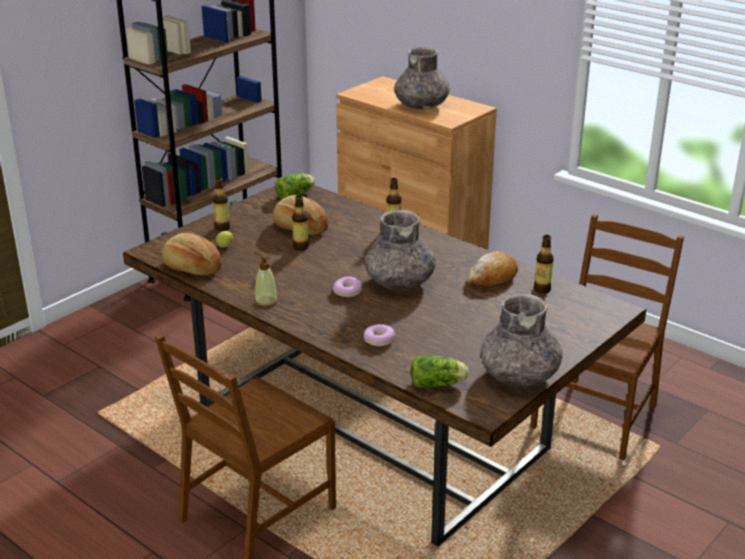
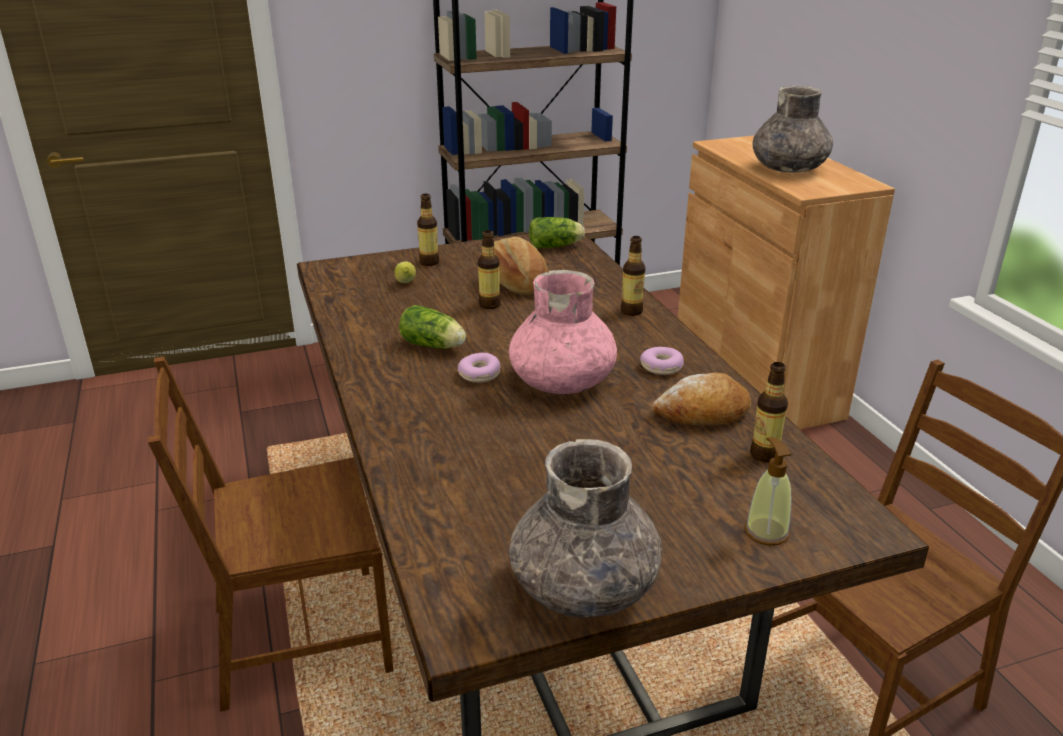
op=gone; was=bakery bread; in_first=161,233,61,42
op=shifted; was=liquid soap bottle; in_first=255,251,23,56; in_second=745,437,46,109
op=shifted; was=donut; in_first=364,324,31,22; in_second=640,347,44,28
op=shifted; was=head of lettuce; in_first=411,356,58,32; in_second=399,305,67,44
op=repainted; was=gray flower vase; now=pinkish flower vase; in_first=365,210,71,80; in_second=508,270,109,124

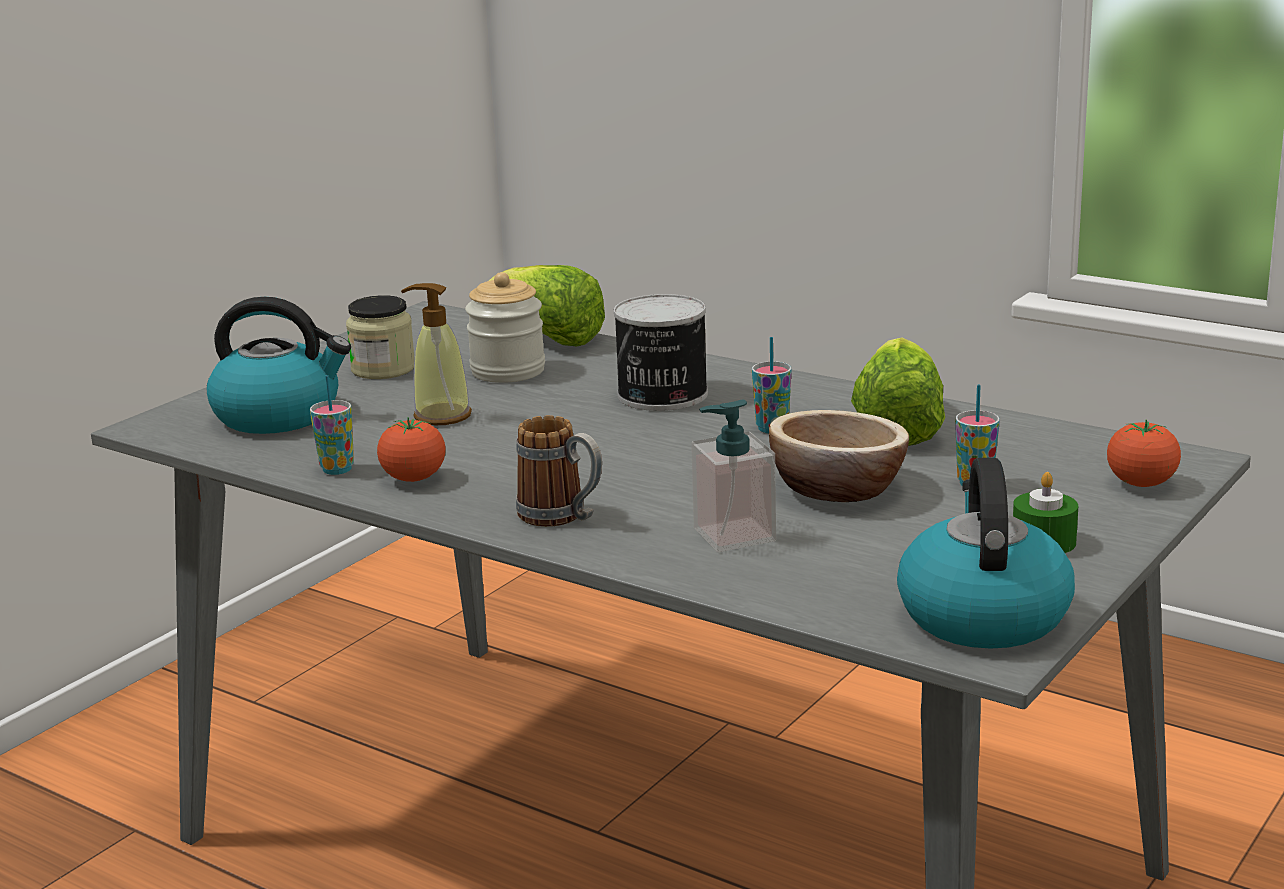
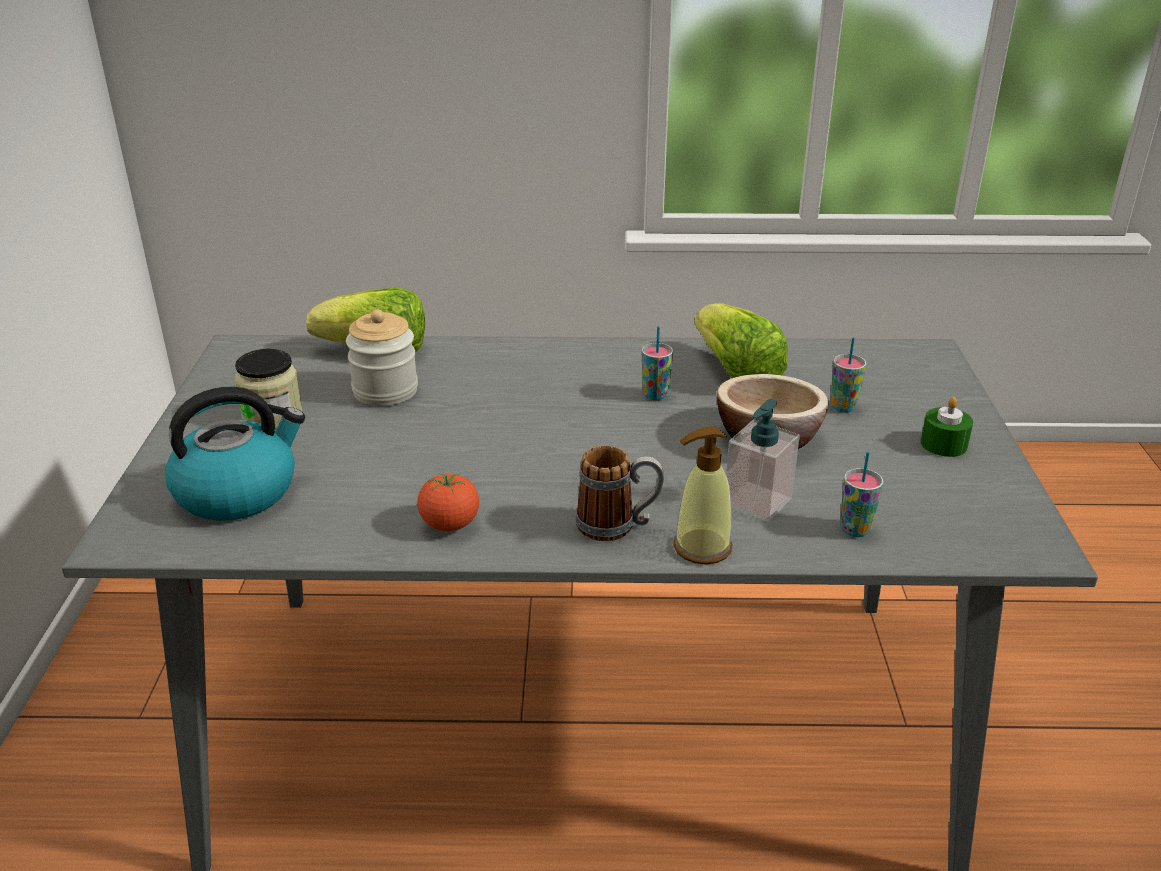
op=gone; was=can; in_first=614,294,94,117
op=gone; was=water kettle; in_first=897,458,178,191
op=gone; was=tomato; in_first=1107,420,74,67
op=shifted; was=small cup; in_first=310,375,44,100; in_second=840,452,43,85
op=shifted; was=liquid soap bottle; in_first=401,283,71,142; in_second=673,426,60,138

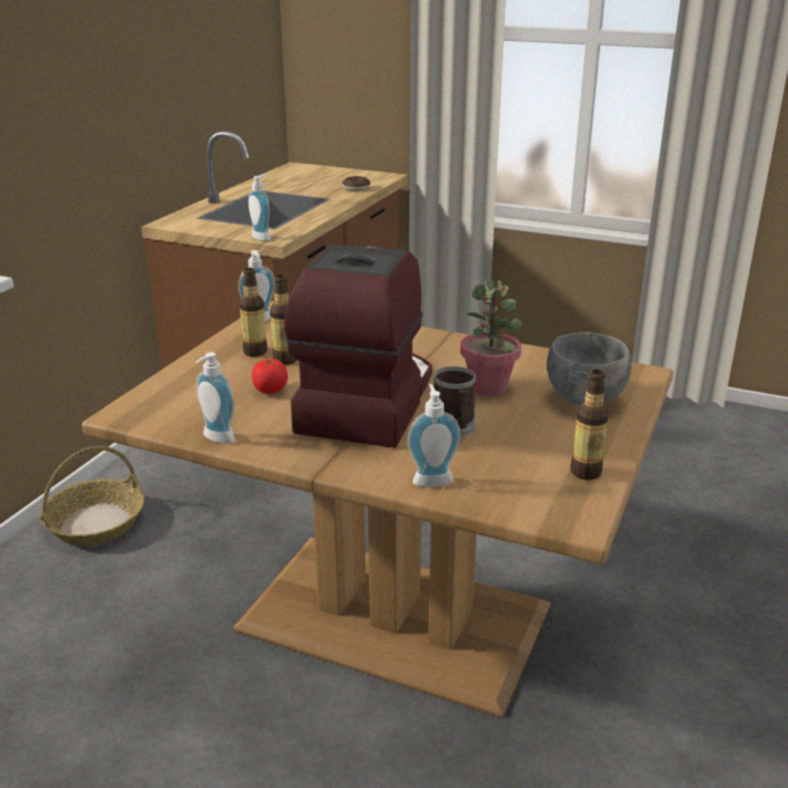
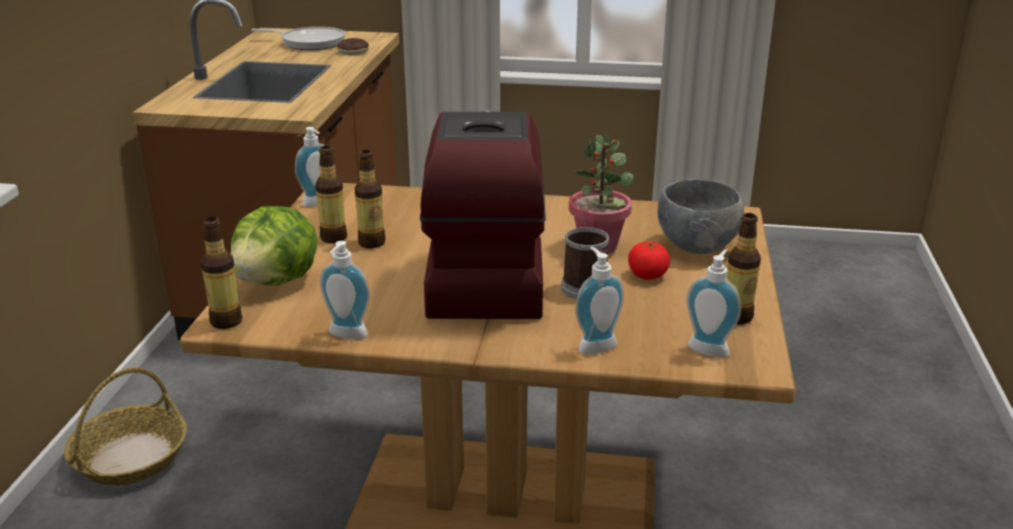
op=new; now=beverage bottle; in_second=201,217,41,112
op=new; now=head of lettuce; in_second=231,206,87,79
op=new; now=skillet; in_second=251,27,95,23
op=shifted; was=liquid soap bottle; in_first=248,175,22,66; in_second=686,249,55,109
op=shifted; was=tomato; in_first=252,359,36,35; in_second=628,241,42,39

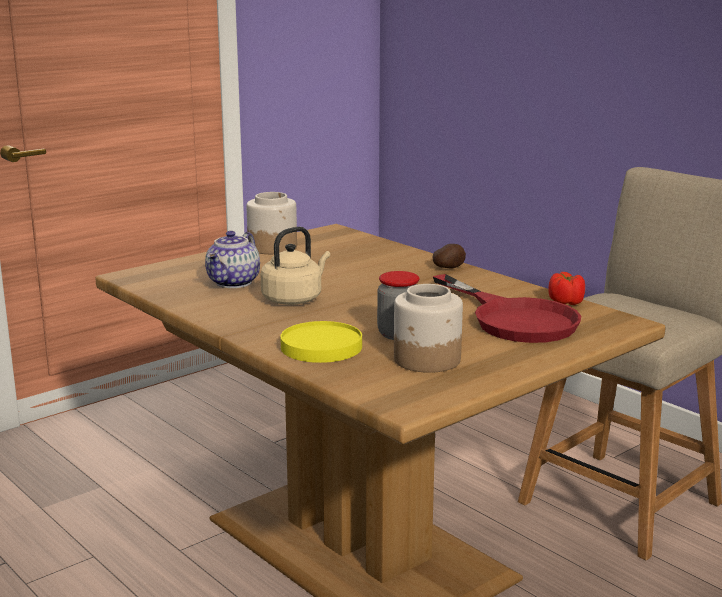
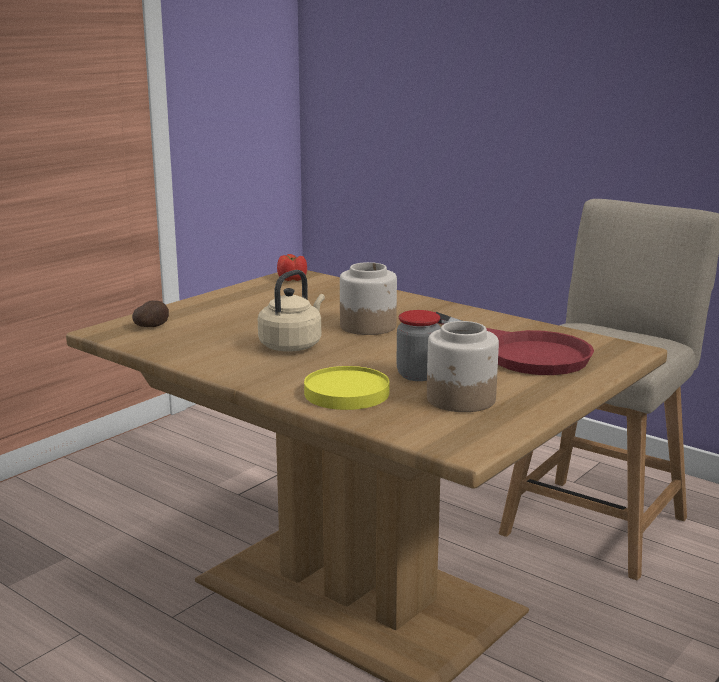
op=gone; was=teapot; in_first=205,231,55,57
op=shifted; was=storage jar; in_first=246,192,51,62; in_second=340,262,57,73
op=shifted; was=potato; in_first=433,244,33,25; in_second=132,300,37,27
op=shifted; was=tomato; in_first=549,272,36,33; in_second=277,254,30,27

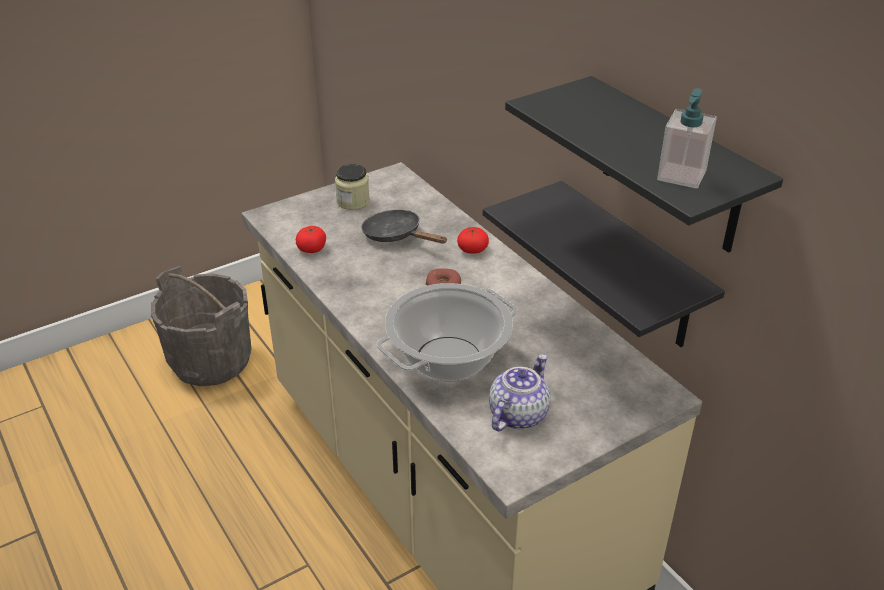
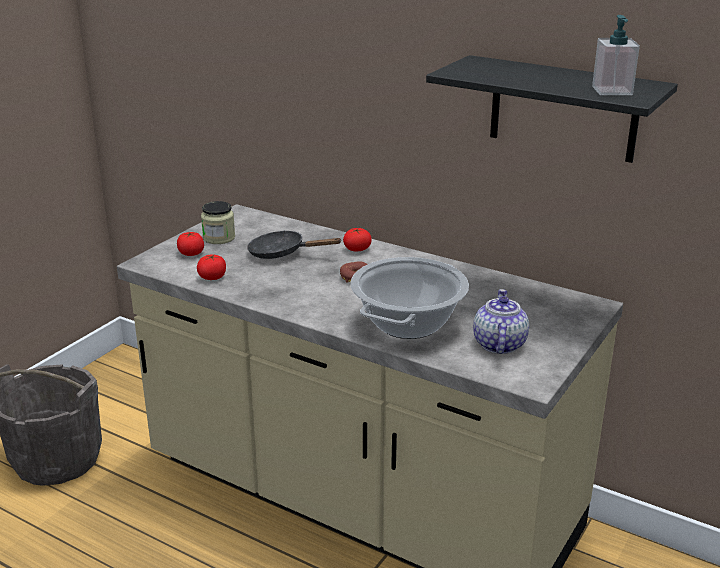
op=gone; was=black bracket shelf; in_first=483,181,242,166
op=new; now=tomato; in_second=177,231,27,25

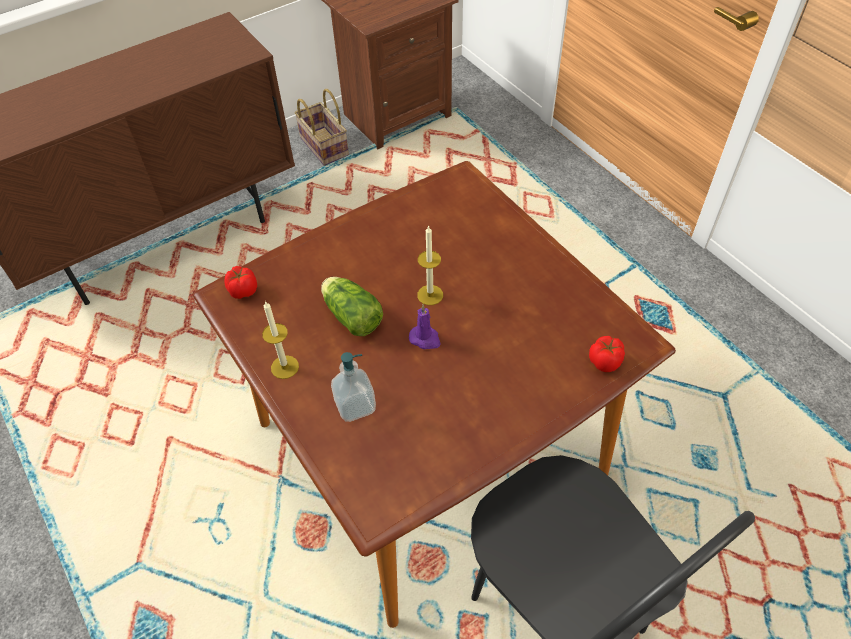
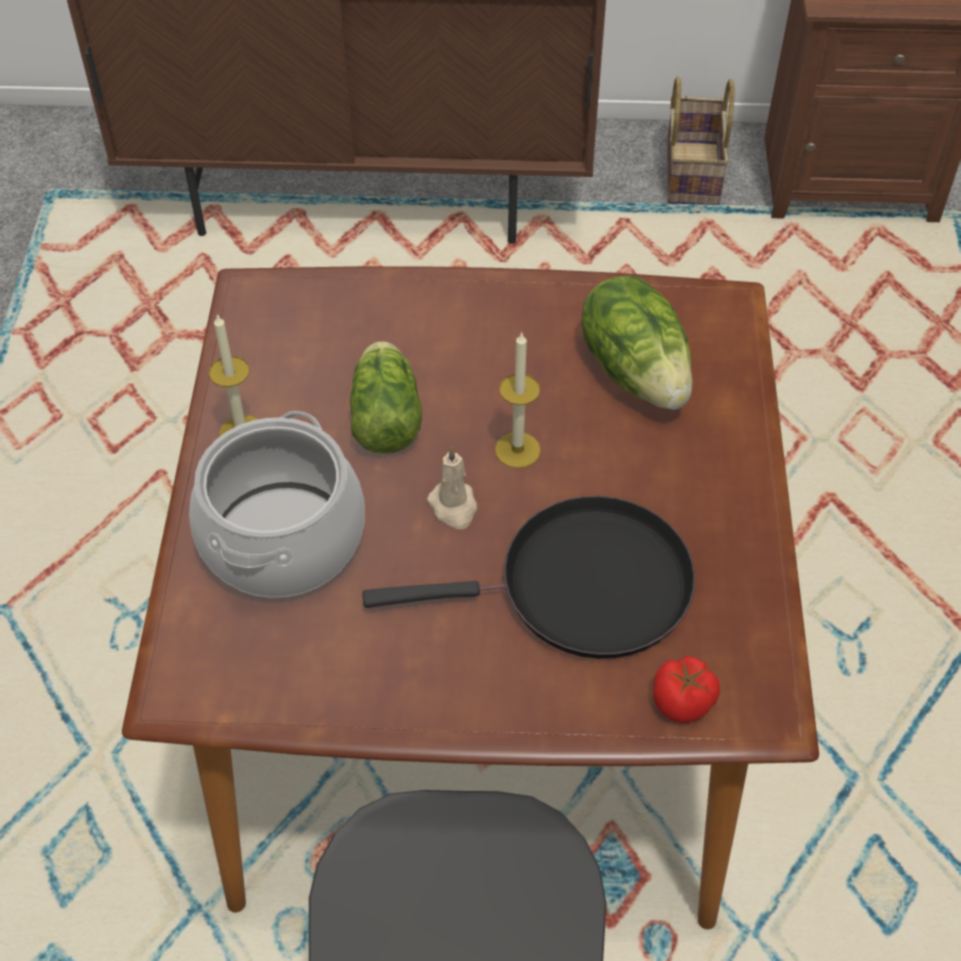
op=gone; was=tomato; in_first=225,266,32,33
op=new; now=black skillet; in_second=362,496,334,163
op=new; now=head of lettuce; in_second=582,276,111,134
op=swapped; was=liquid soap bottle; now=cooking pot; in_first=331,352,45,70; in_second=189,411,176,187
op=repainted; was=purplish wax candle; now=sand-coloured wax candle; in_first=409,304,32,45; in_second=427,446,50,83

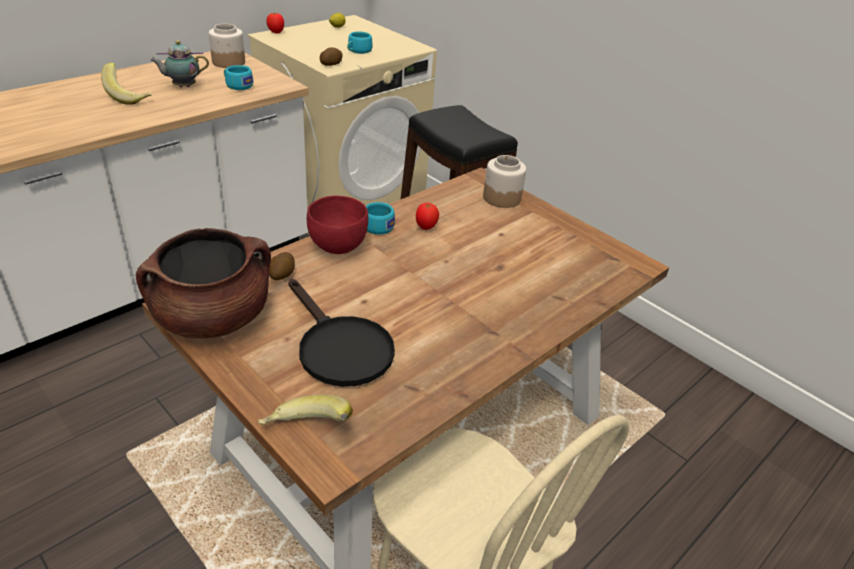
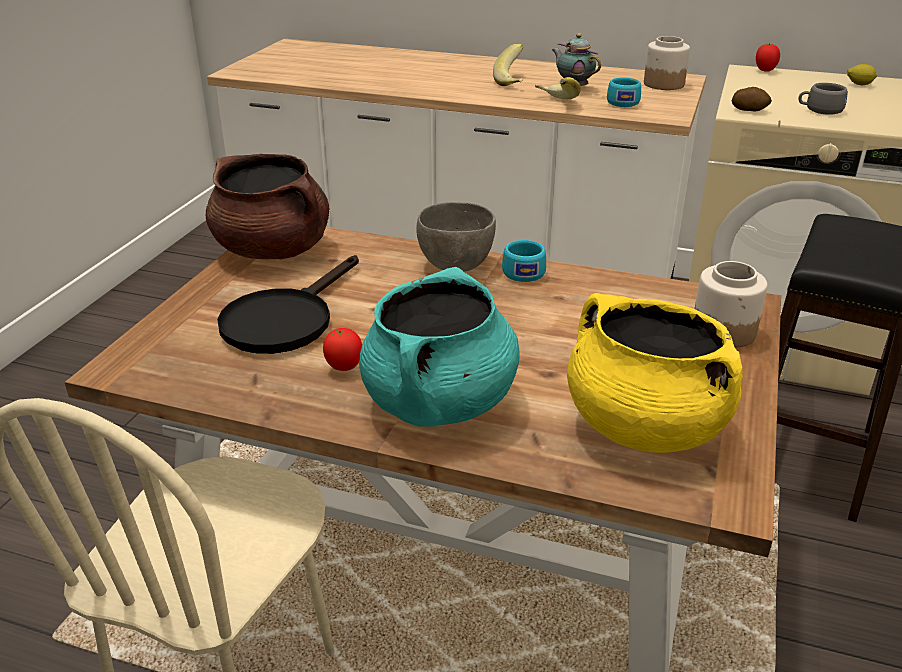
op=gone; was=potato; in_first=269,252,26,28
op=new; now=turquoise-coloured cooking pot; in_second=359,267,161,160
op=new; now=yellowish cooking pot; in_second=567,293,176,160
op=shifted; was=banana fruit; in_first=258,395,95,30; in_second=535,77,46,22
op=shifted; was=tomato; in_first=416,203,23,27; in_second=323,328,39,43
op=repainted; was=red bowl; now=gray bowl; in_first=307,196,61,58; in_second=416,202,80,70
op=repainted; was=turquoise-coloured small cup; now=gray small cup; in_first=347,32,25,22; in_second=798,83,50,32

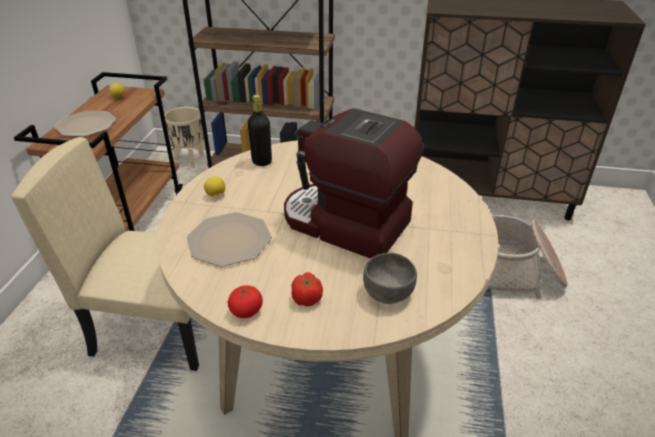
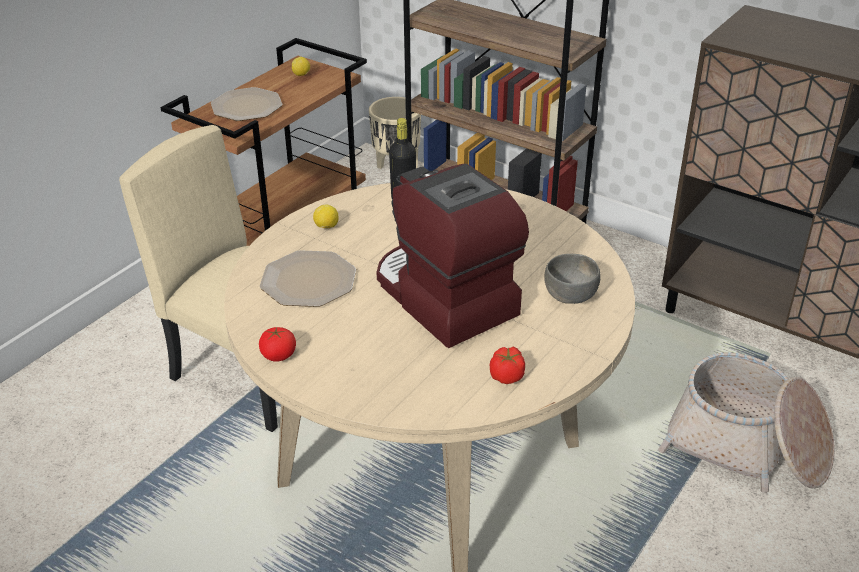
op=shifted; was=tomato; in_first=291,272,32,34; in_second=490,347,35,37
op=shifted; was=gray bowl; in_first=363,253,54,51; in_second=544,254,57,50

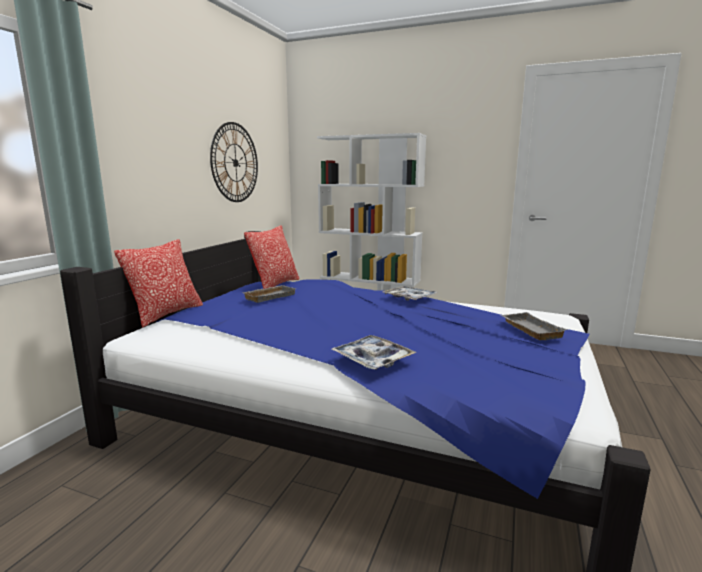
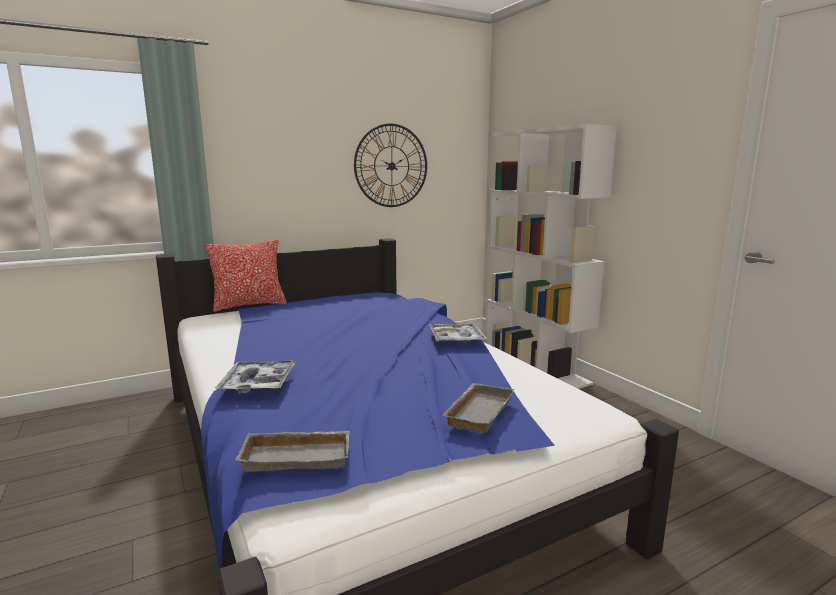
op=gone; was=throw pillow; in_first=244,225,56,64
op=shifted; was=gray serving tray; in_first=241,285,55,18; in_second=235,431,115,41

